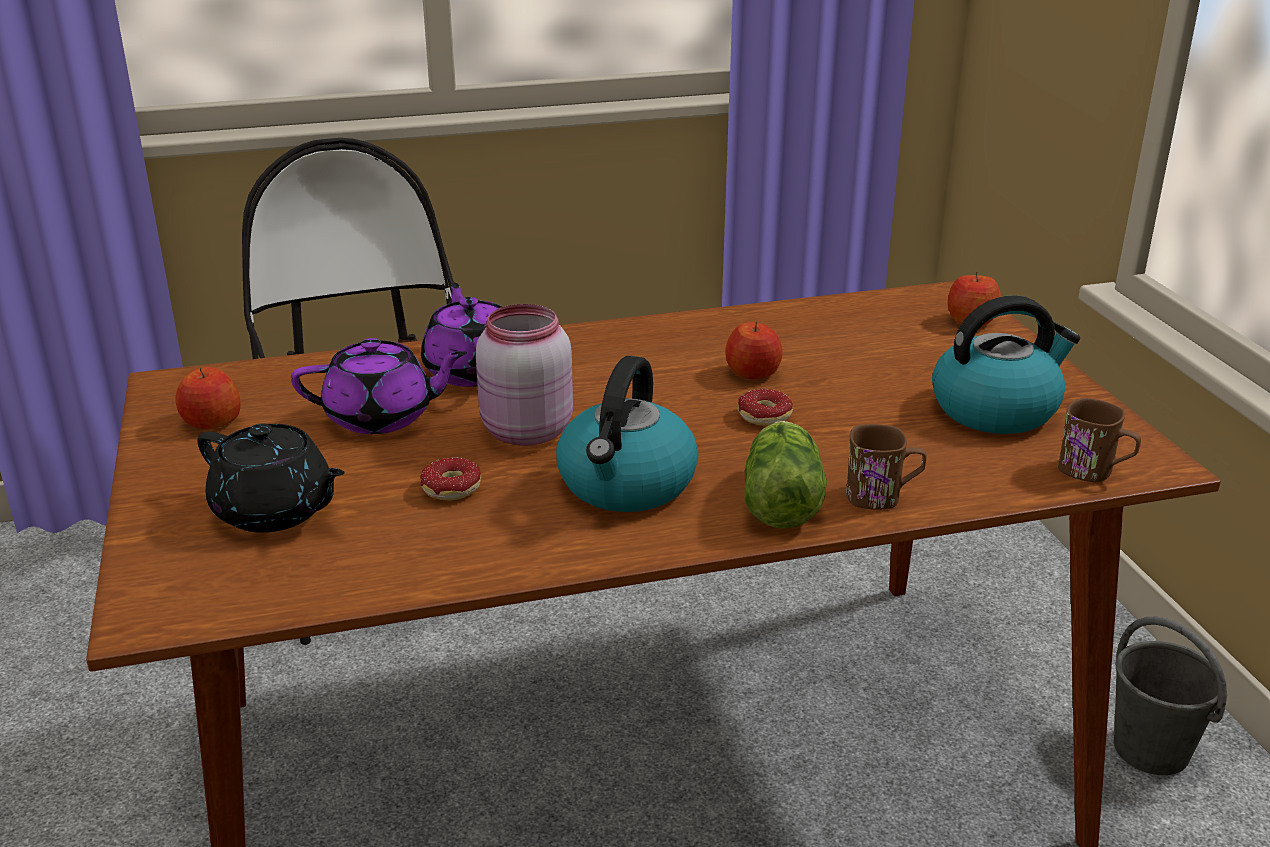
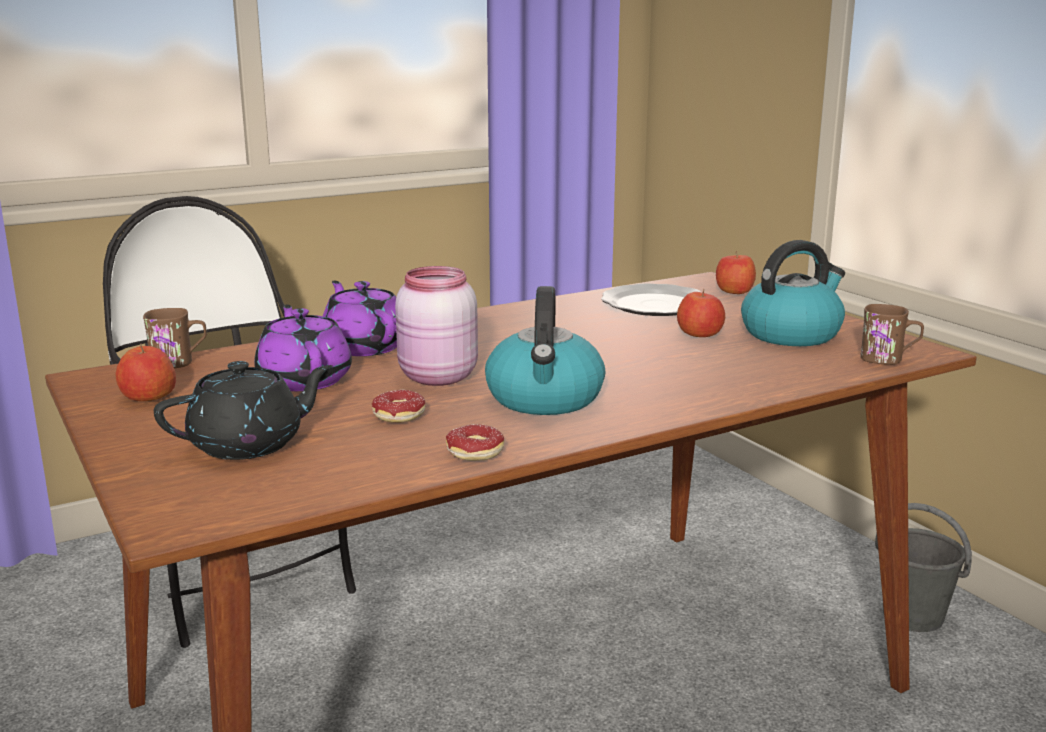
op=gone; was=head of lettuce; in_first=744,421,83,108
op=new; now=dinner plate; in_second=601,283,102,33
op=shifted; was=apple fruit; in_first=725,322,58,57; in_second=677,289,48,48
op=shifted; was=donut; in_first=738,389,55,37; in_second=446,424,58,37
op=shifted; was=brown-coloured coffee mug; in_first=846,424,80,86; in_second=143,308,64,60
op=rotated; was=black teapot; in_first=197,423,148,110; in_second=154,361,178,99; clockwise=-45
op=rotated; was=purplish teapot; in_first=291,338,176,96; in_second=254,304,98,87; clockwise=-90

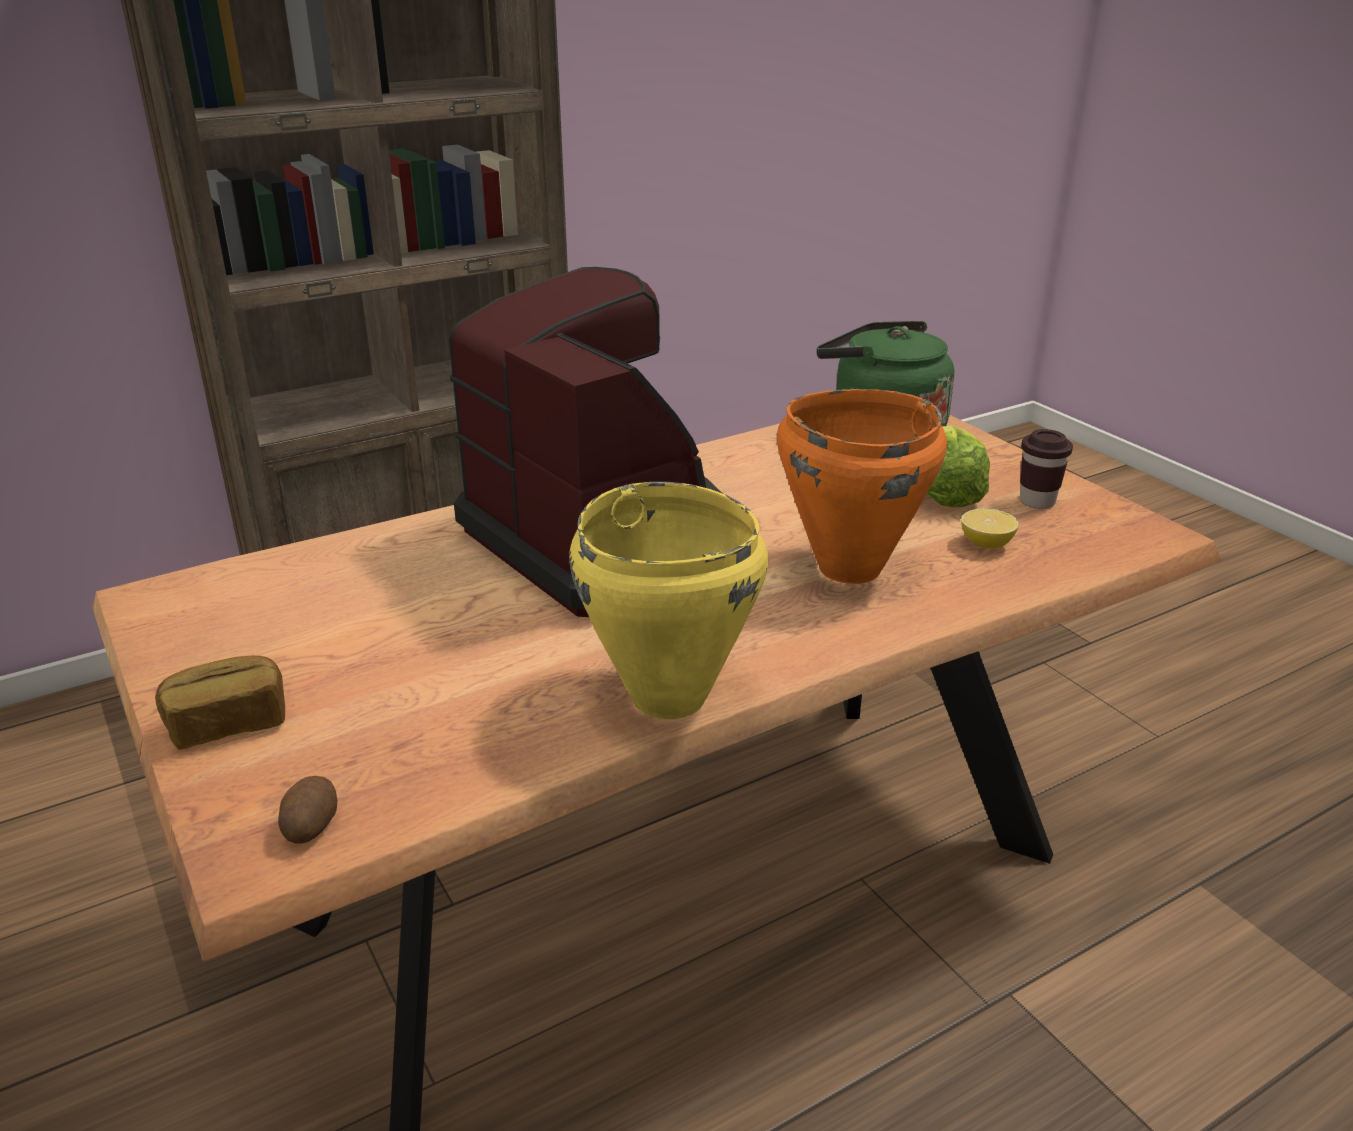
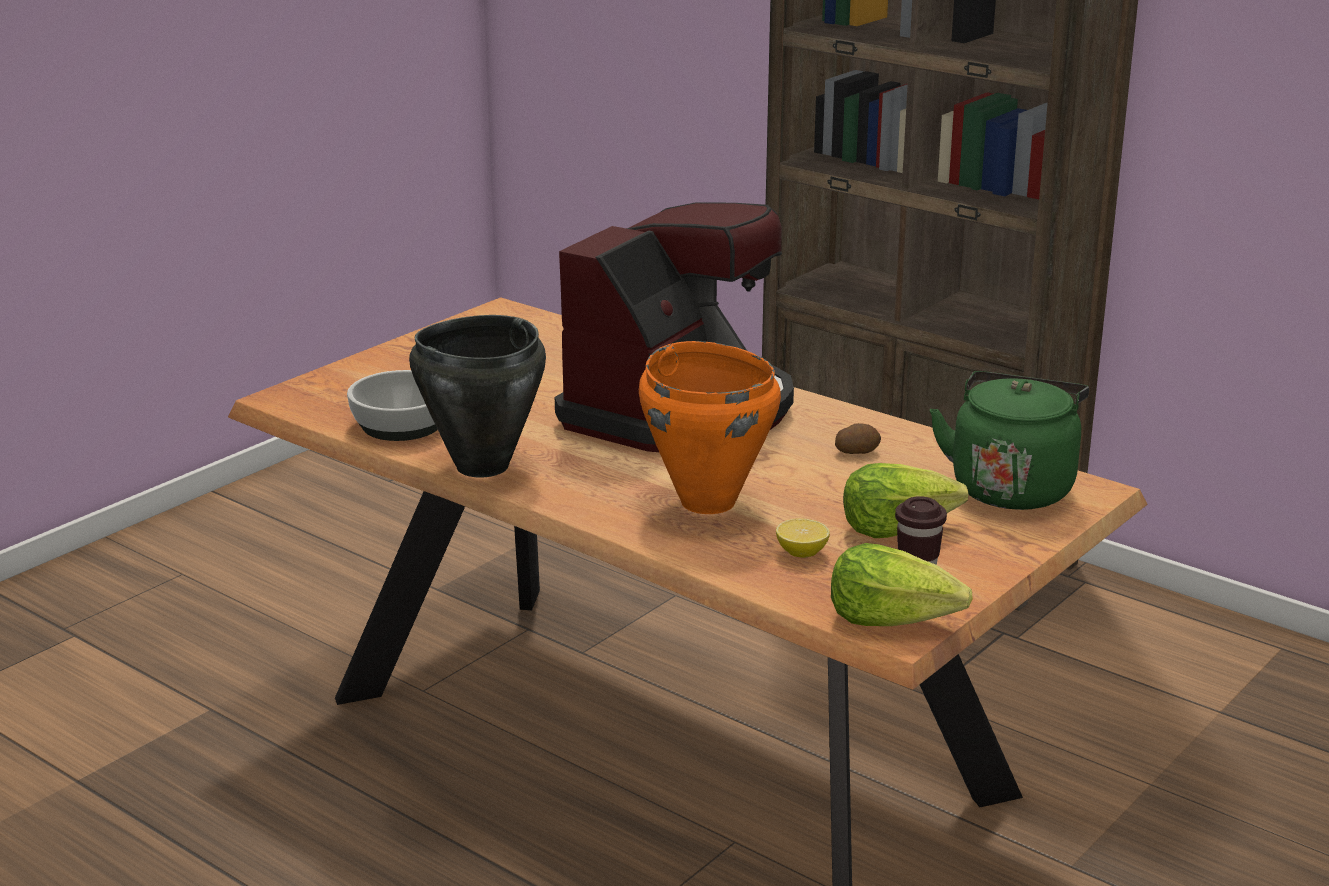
op=gone; was=bakery bread; in_first=155,656,130,94
op=new; now=bowl; in_second=347,370,91,71
op=new; now=head of lettuce; in_second=831,543,142,83
op=shifted; was=potato; in_first=278,776,59,68; in_second=835,423,46,31
op=repainted; was=yellowish cooking pot; now=black cooking pot; in_first=569,482,199,237; in_second=409,315,137,163

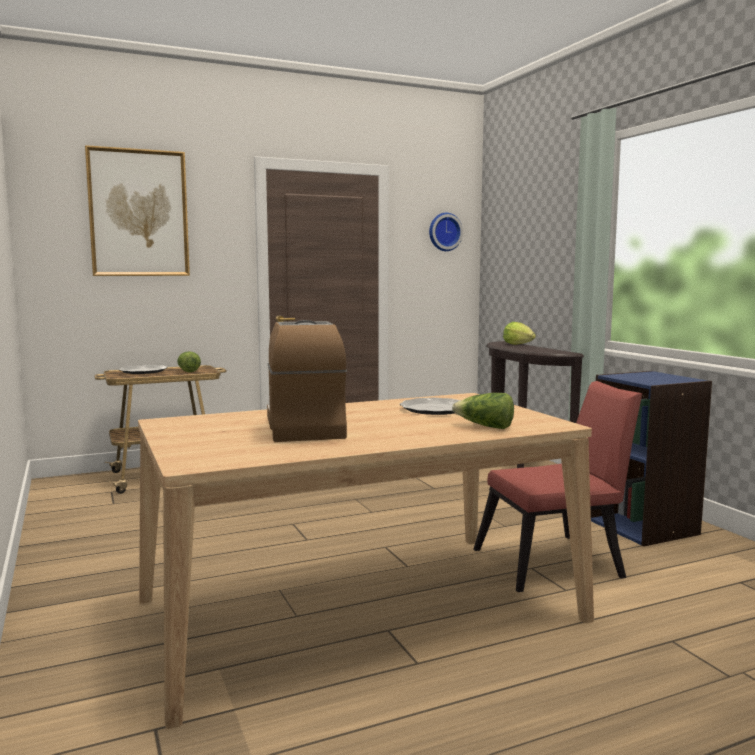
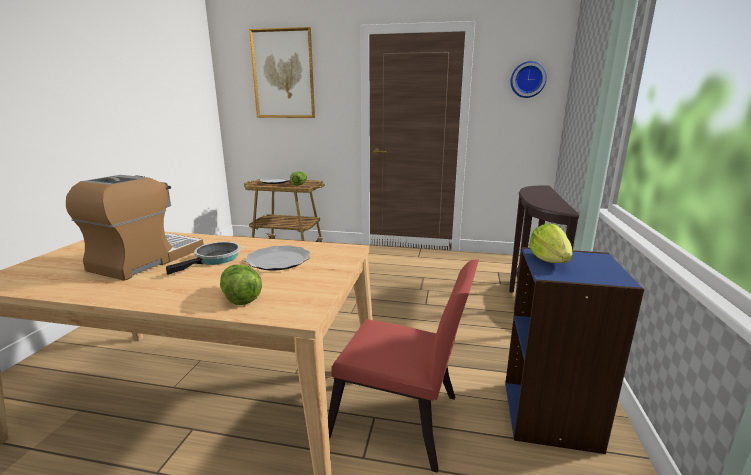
op=new; now=skillet; in_second=166,242,75,33
op=shifted; was=head of lettuce; in_first=503,322,33,23; in_second=529,223,43,40

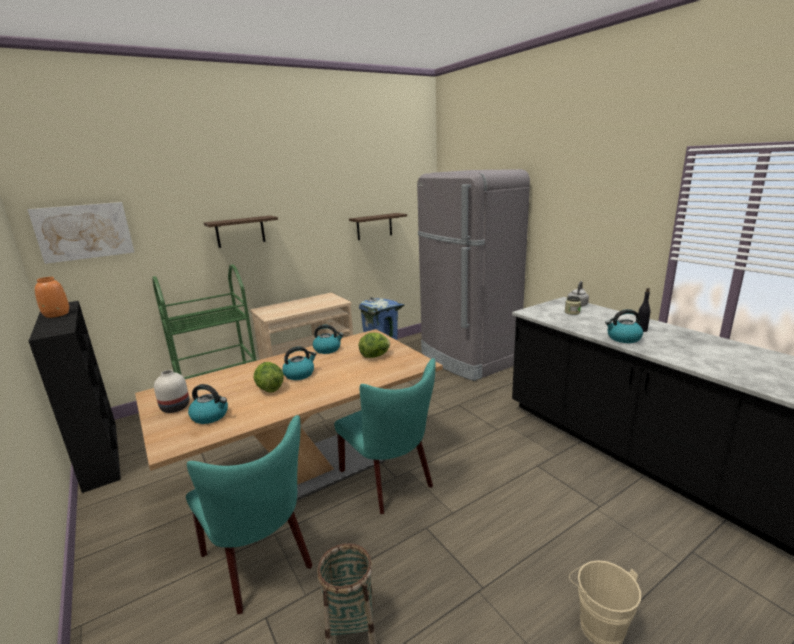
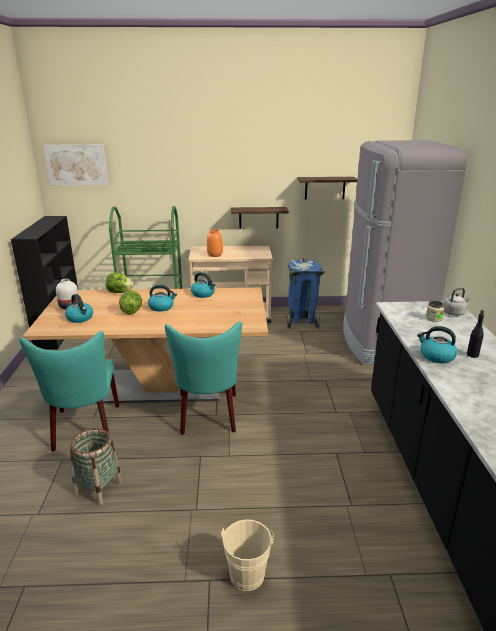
op=shifted; was=orange-coloured flower vase; in_first=35,277,34,41; in_second=207,229,16,28
op=shifted; was=bracket shelf; in_first=204,216,74,32; in_second=231,207,58,22
op=shifted; was=head of lettuce; in_first=359,333,31,25; in_second=106,272,27,21

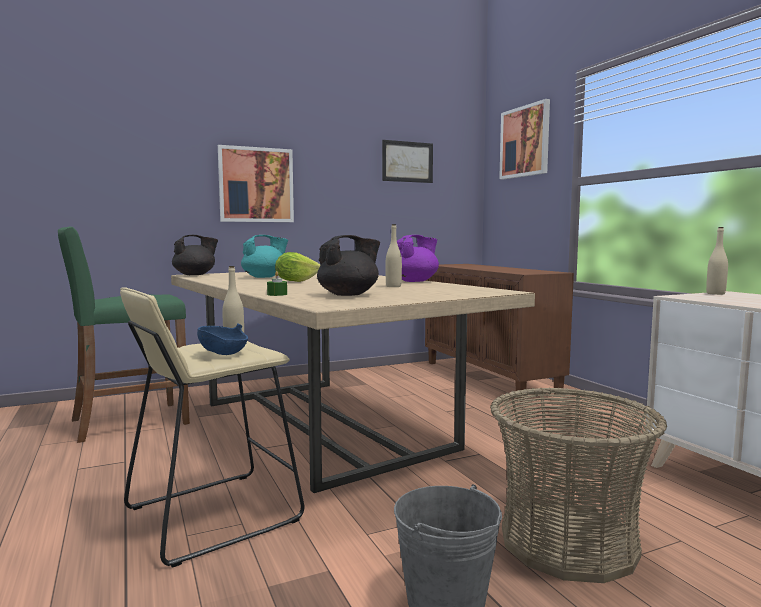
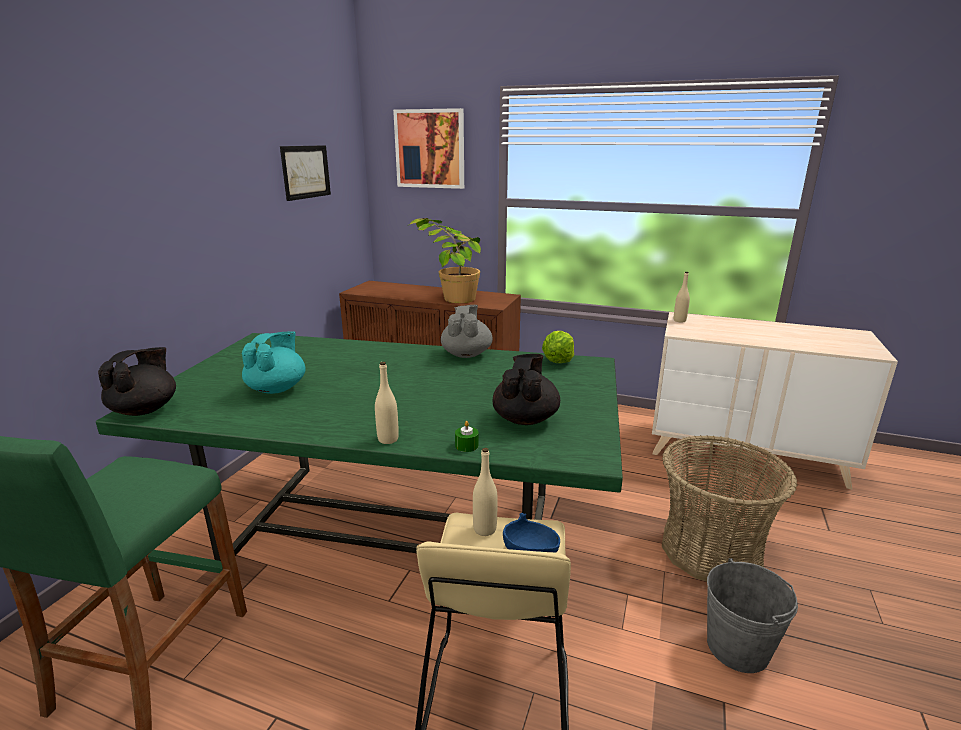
op=gone; was=wall art; in_first=218,145,76,77
op=new; now=potted plant; in_second=407,218,74,85
op=shifted; was=head of lettuce; in_first=275,252,45,30; in_second=542,331,32,32
op=shifted; was=sand-coloured beverage bottle; in_first=386,224,16,63; in_second=375,362,24,82
op=repainted; was=sand-coloured kitchen table; now=green-coloured kitchen table; in_first=171,272,364,221; in_second=96,333,527,228
op=repainted; was=purplish teapot; now=gray teapot; in_first=397,235,42,47; in_second=441,305,52,53

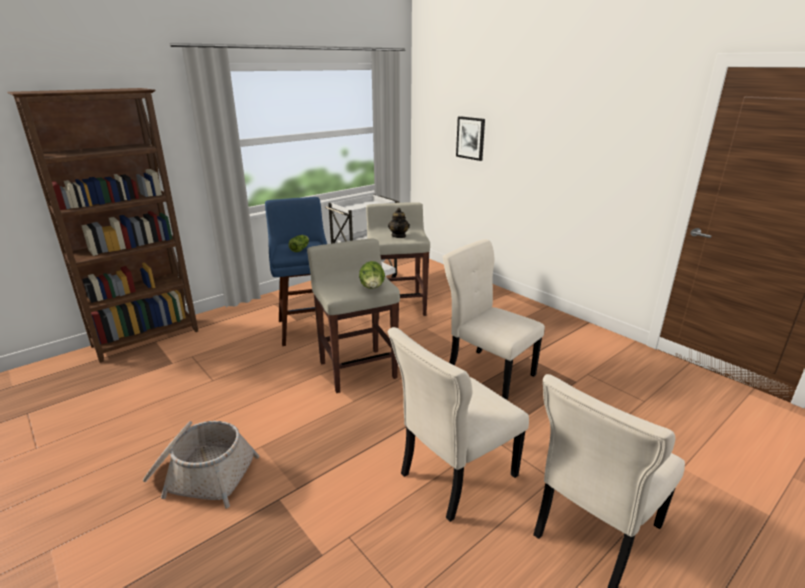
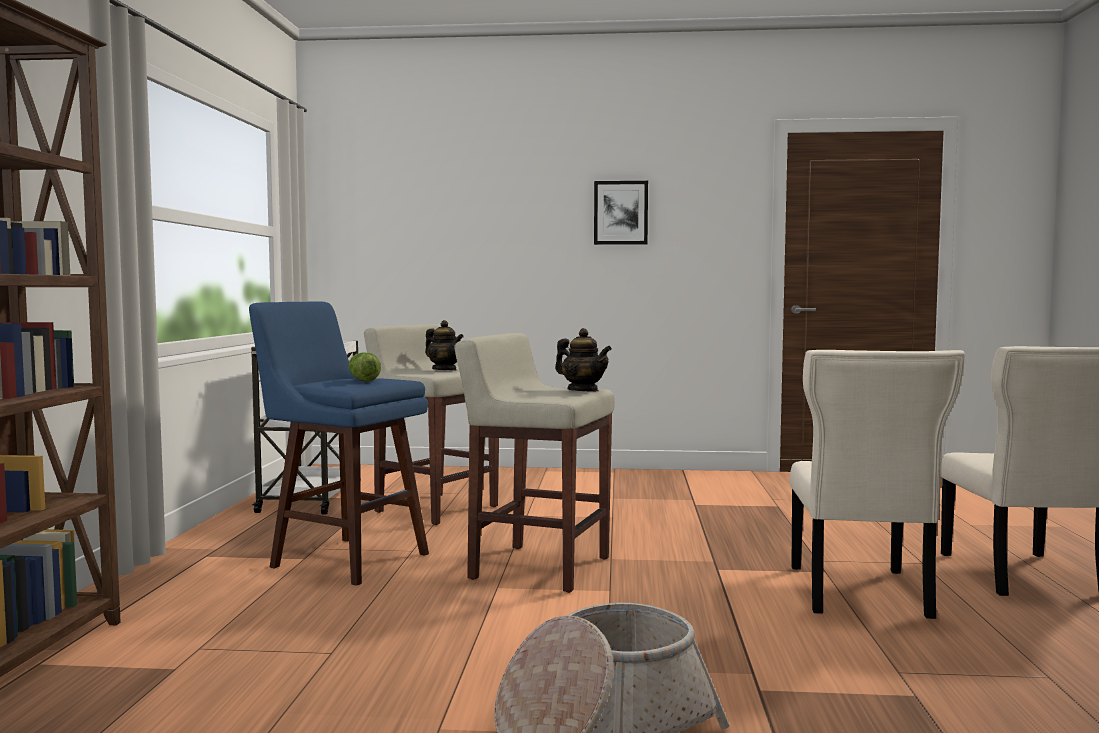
op=gone; was=sand-coloured plain chair; in_first=443,239,102,161
op=shifted; was=wall art; in_first=456,116,29,45; in_second=594,181,54,64
op=swapped; was=head of lettuce; now=teapot; in_first=359,261,26,28; in_second=555,328,57,63

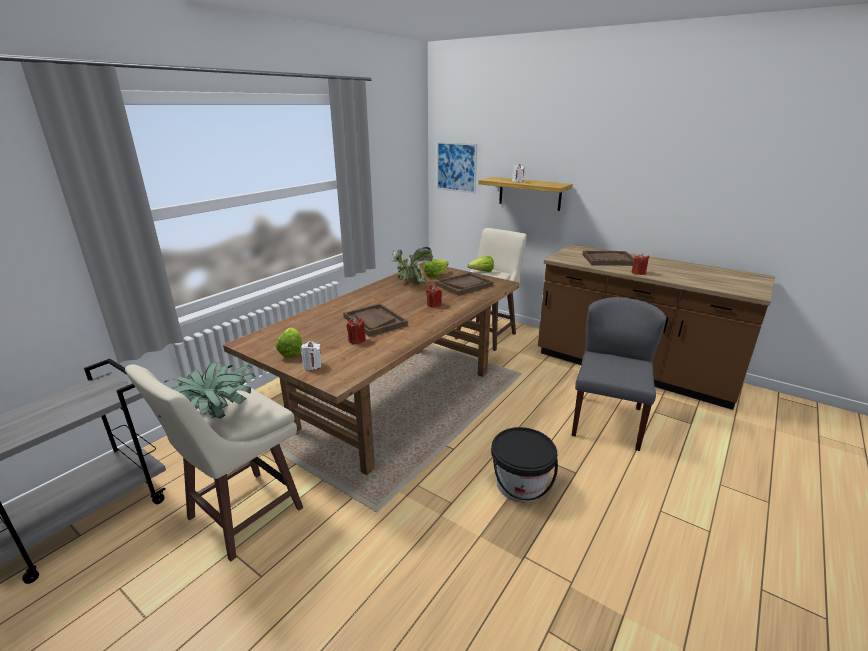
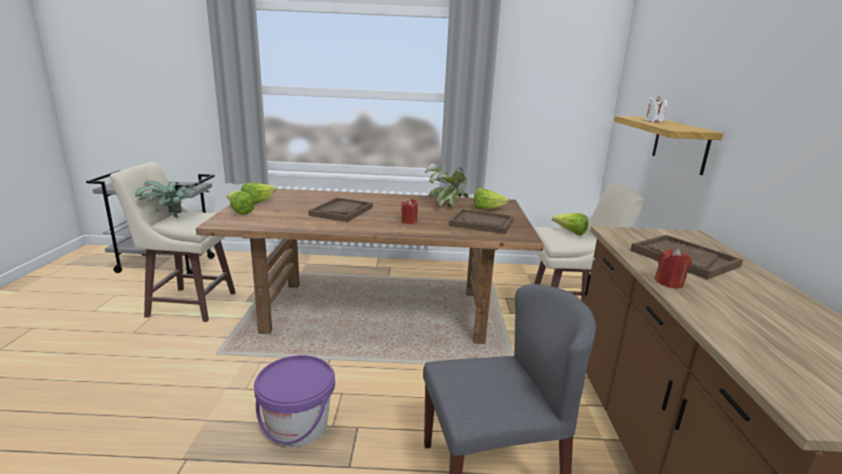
op=gone; was=red wax candle; in_first=347,317,19,27
op=gone; was=wall art; in_first=437,142,40,51
op=swapped; was=white wax candle; now=head of lettuce; in_first=300,341,22,29; in_second=227,191,27,24
op=repainted; was=black bucket; now=purplish bucket; in_first=491,427,67,76; in_second=254,355,81,92

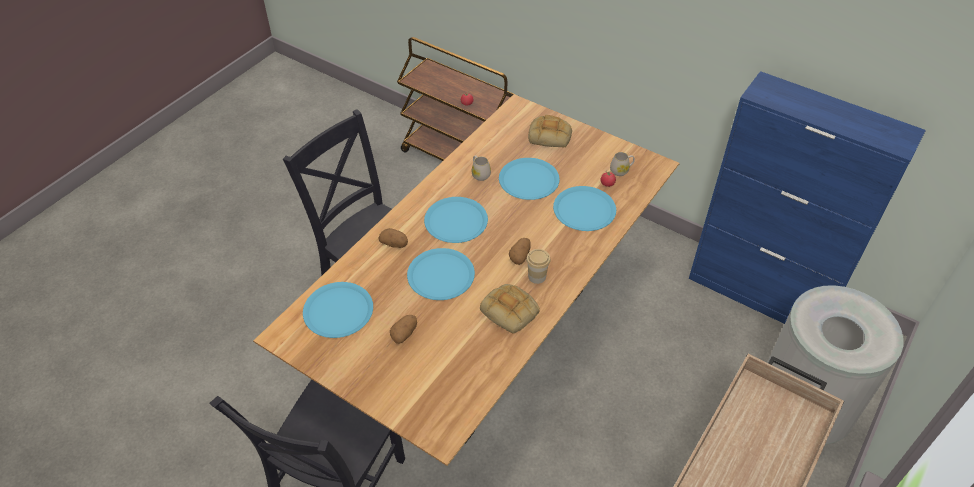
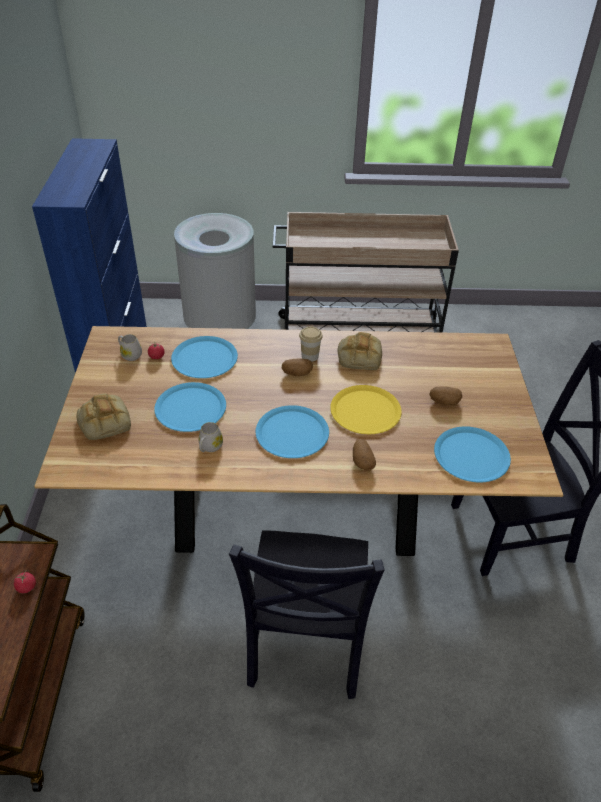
op=repainted; was=blue-coloured dinner plate; now=yellowish dinner plate; in_first=407,248,68,52; in_second=330,385,72,49

